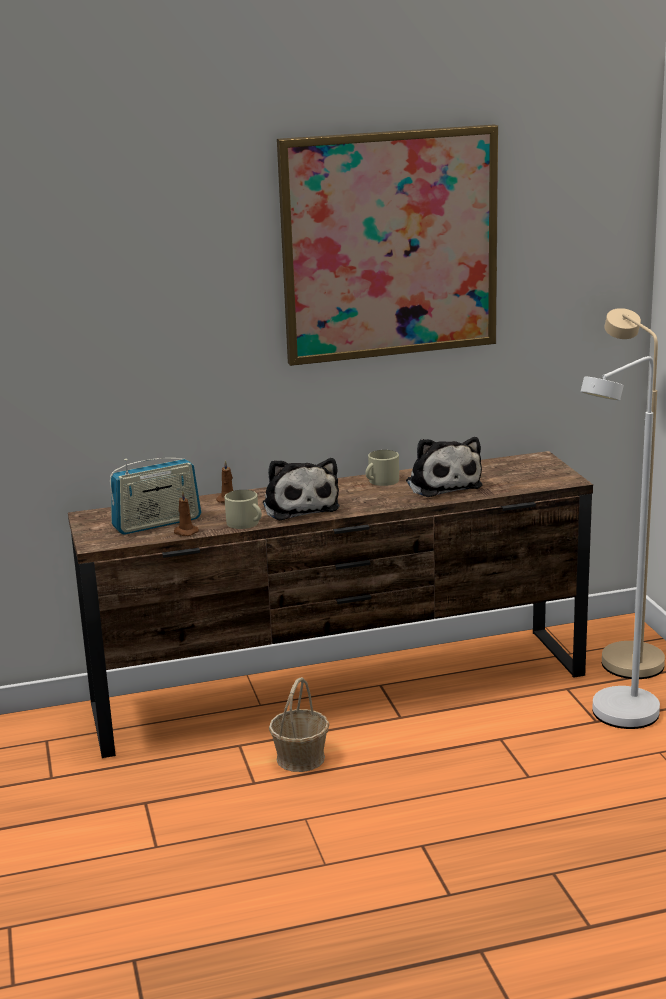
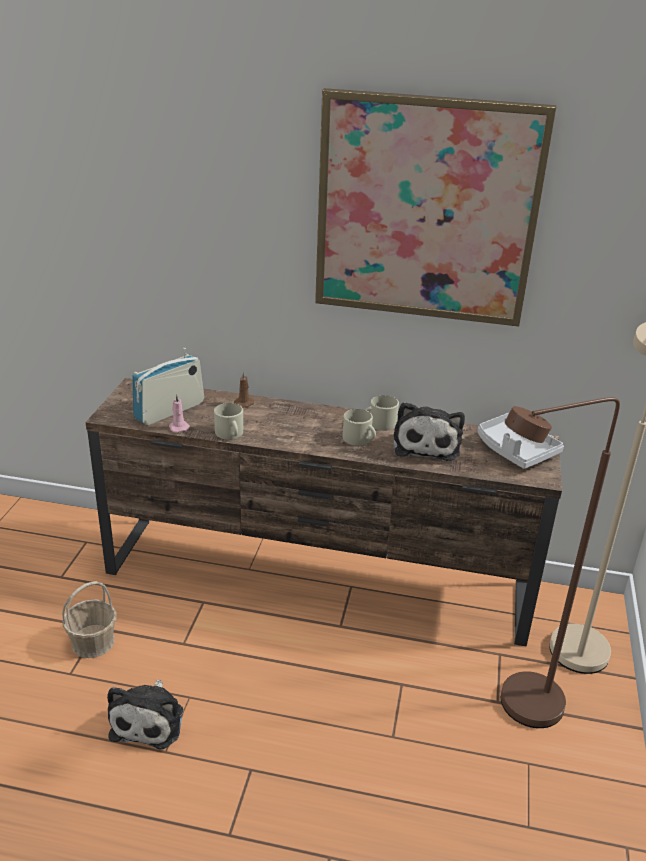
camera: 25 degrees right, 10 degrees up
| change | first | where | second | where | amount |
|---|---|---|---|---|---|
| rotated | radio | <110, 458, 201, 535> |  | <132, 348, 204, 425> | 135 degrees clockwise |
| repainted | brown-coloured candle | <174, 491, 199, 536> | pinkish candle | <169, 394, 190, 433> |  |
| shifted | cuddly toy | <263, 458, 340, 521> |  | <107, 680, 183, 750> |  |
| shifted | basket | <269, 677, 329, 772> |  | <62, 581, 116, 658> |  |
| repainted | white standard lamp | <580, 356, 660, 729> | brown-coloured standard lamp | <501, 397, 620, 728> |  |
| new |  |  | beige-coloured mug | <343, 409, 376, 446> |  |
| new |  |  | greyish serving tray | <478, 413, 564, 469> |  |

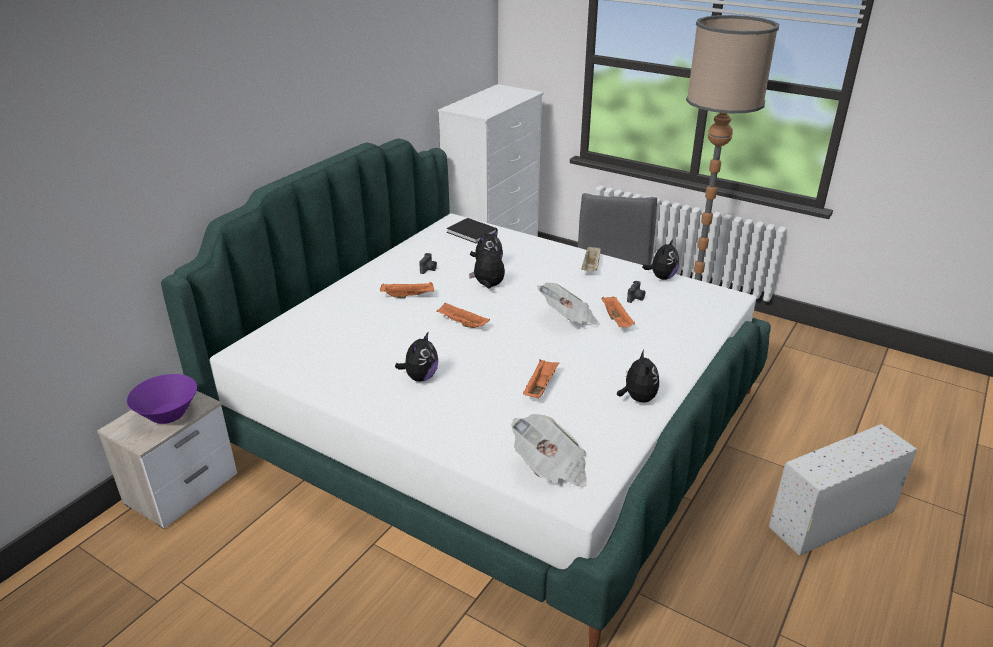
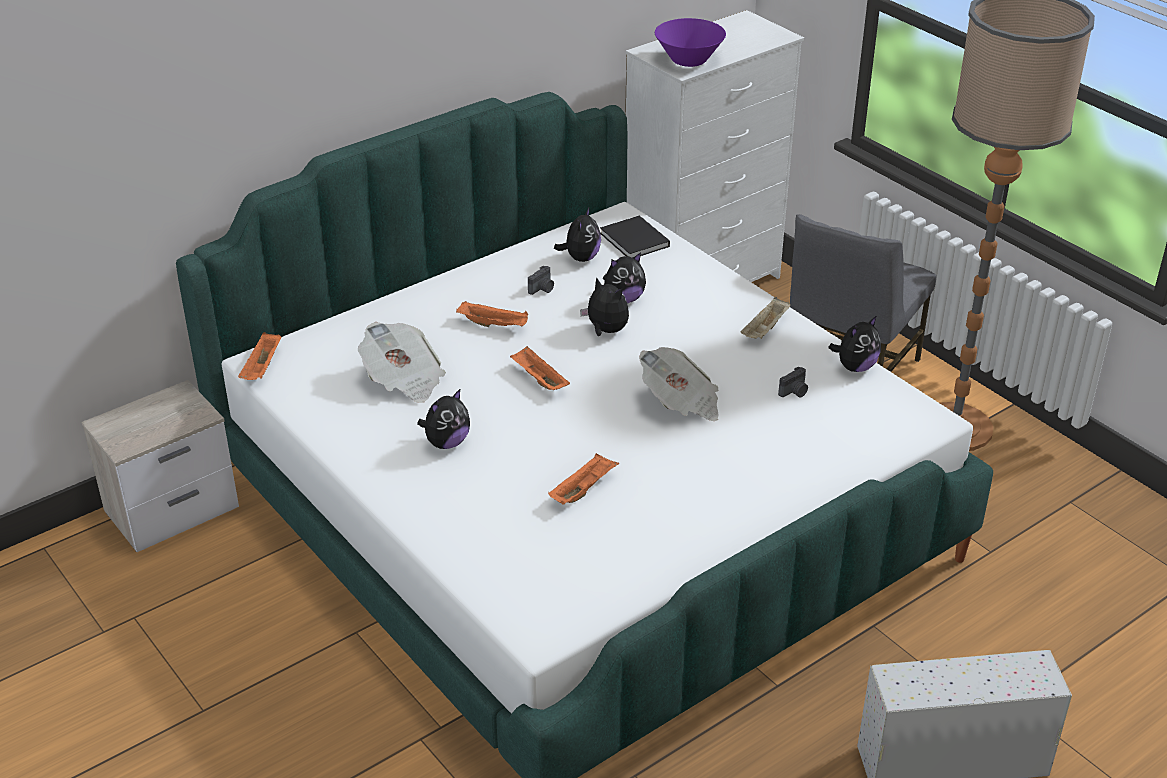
camera: 20 degrees right, 5 degrees up
| change | first | where | second | where | amount |
|---|---|---|---|---|---|
| shifted | purple-coloured bowl | <127, 374, 197, 424> |  | <655, 18, 726, 67> |  |
| shifted | printed paper | <511, 414, 587, 487> |  | <358, 322, 446, 403> |  |
| shifted | orangey serving tray | <602, 296, 635, 327> |  | <238, 332, 281, 380> |  |
| shifted | cuddly toy | <617, 350, 659, 403> |  | <554, 206, 601, 262> |  |

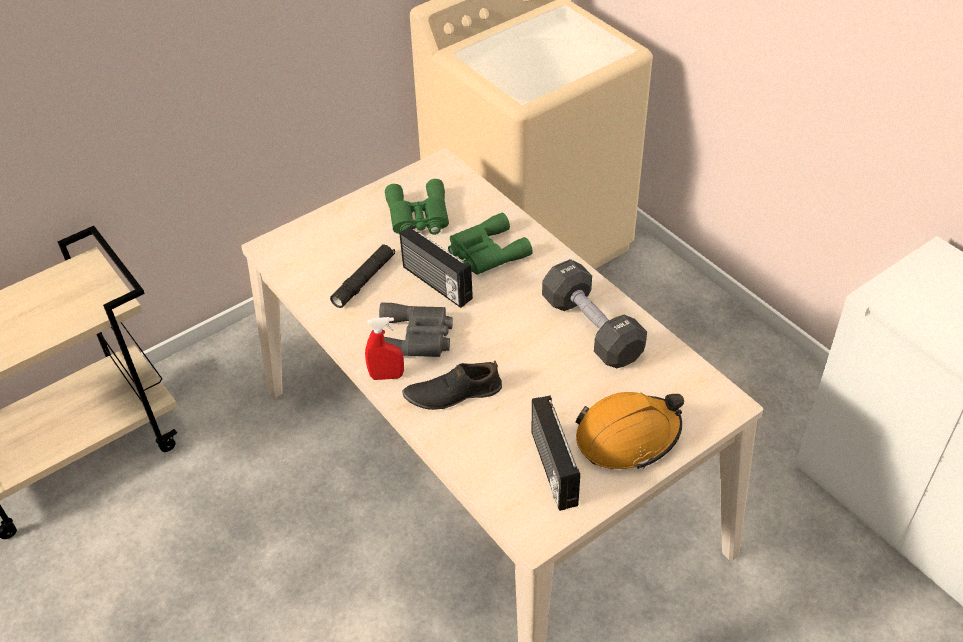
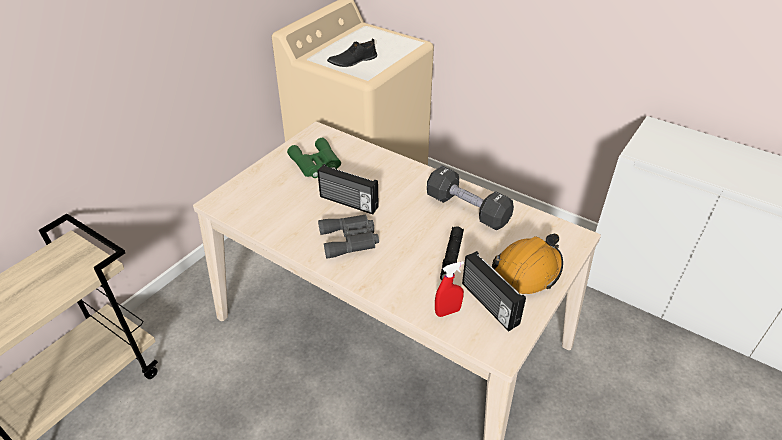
camera: 20 degrees left, 5 degrees down
| change | first | where | second | where | amount |
|---|---|---|---|---|---|
| shifted | black hand torch | <330, 244, 395, 308> |  | <440, 227, 464, 280> |  |
| shifted | red-coloured hand sprayer | <365, 317, 404, 380> |  | <435, 261, 464, 317> |  |
| shifted | black item of footwear | <402, 361, 502, 410> |  | <327, 38, 377, 67> |  |
| gone | green pair of binoculars | <448, 213, 533, 275> |  |  |  |

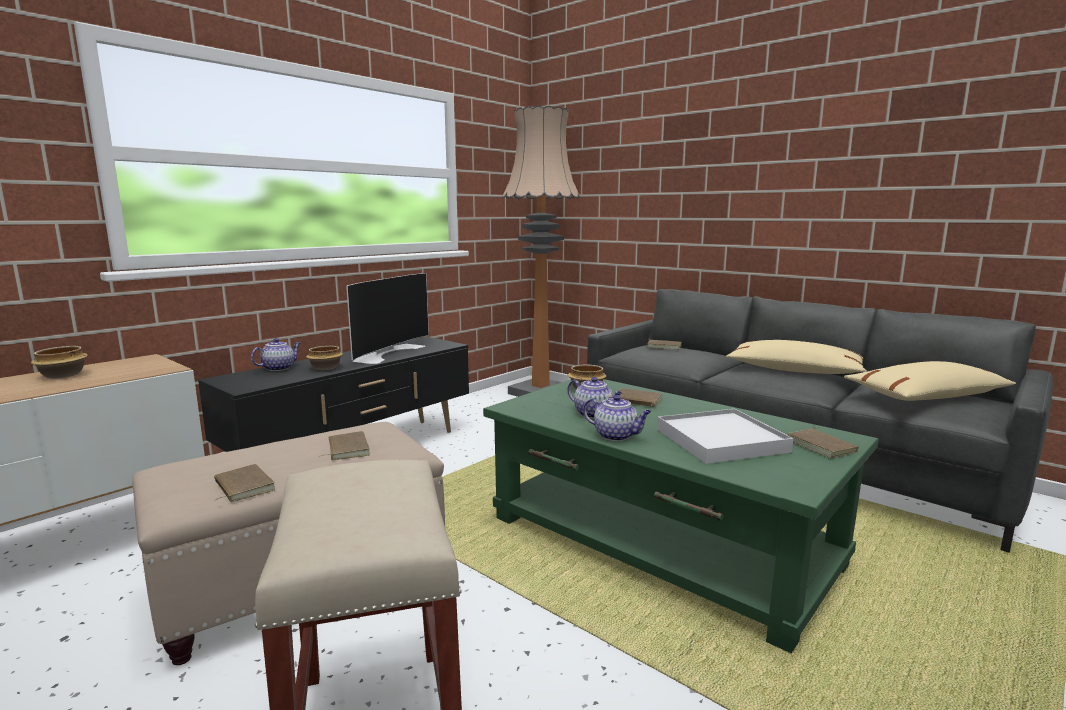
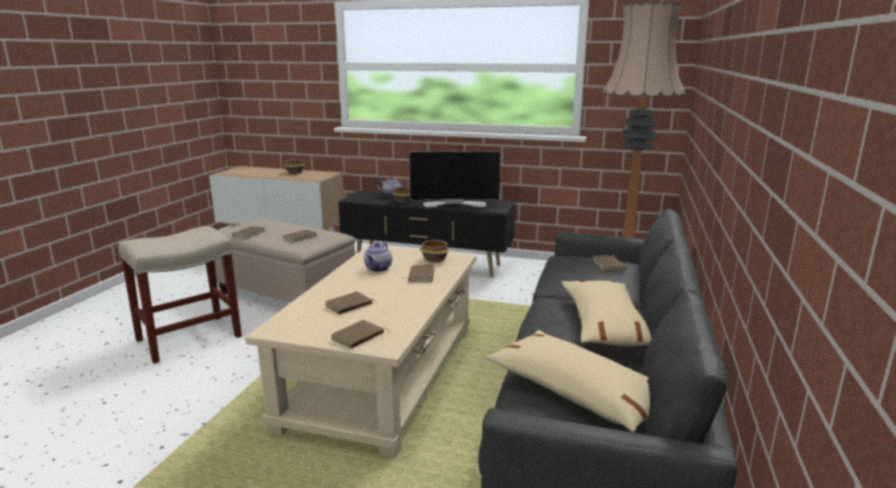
camera: 65 degrees right, 5 degrees up
| change | first | where | second | where | amount |
|---|---|---|---|---|---|
| repainted | green lounge table | <483, 379, 879, 653> | beige-coloured lounge table | <245, 245, 476, 458> |  |
| gone | pot for tea | <583, 395, 651, 441> |  |  |  |
| swapped | white serving tray | <657, 409, 793, 464> | brown-coloured volume | <325, 291, 377, 314> |  |

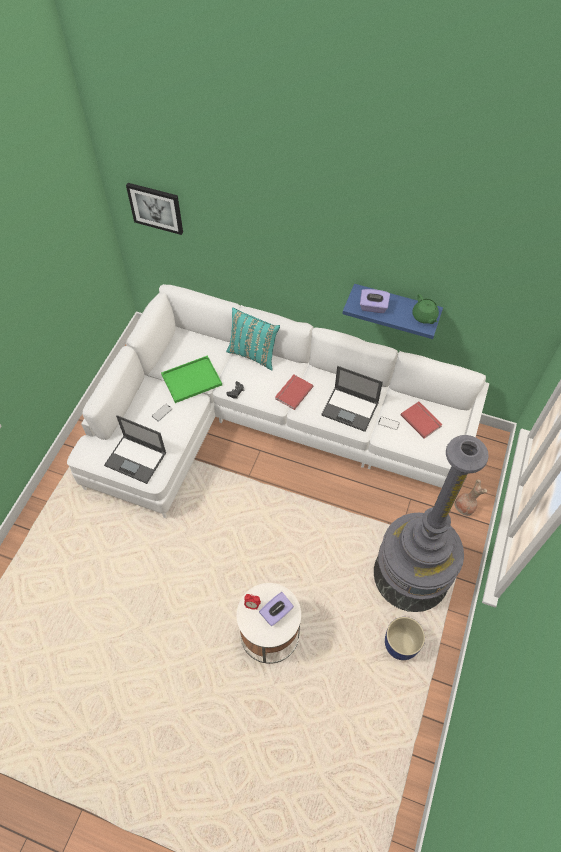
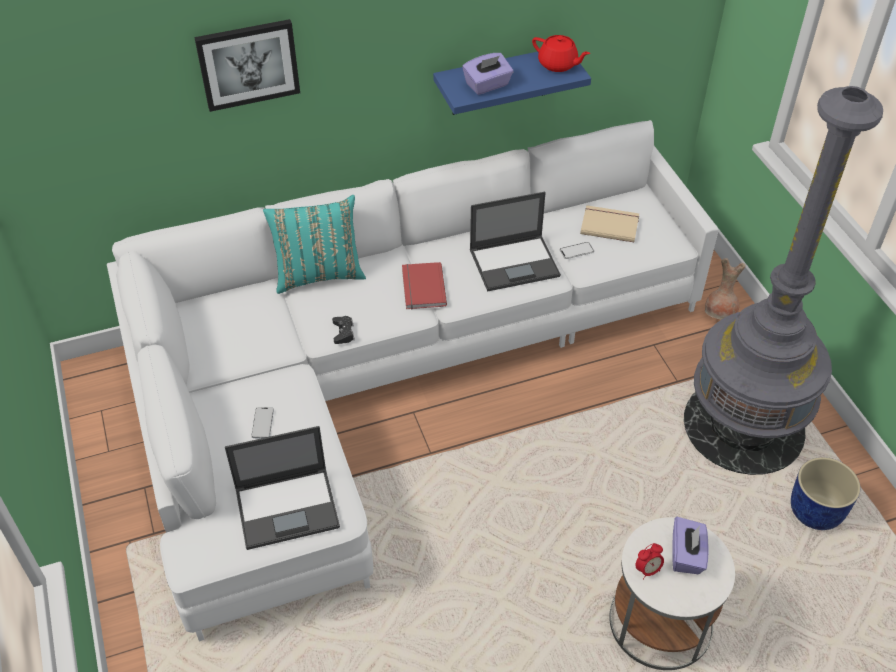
camera: 40 degrees left, 10 degrees down
| change | first | where | second | where | amount |
|---|---|---|---|---|---|
| shifted | wall art | <126, 183, 183, 235> |  | <194, 19, 300, 112> |  |
| gone | green serving tray | <161, 355, 222, 403> |  |  |  |
| repainted | red-coloured volume | <400, 402, 443, 439> | beige-coloured volume | <580, 205, 639, 242> |  |
| repainted | green pot for tea | <412, 294, 439, 324> | red-coloured pot for tea | <532, 35, 590, 72> |  |

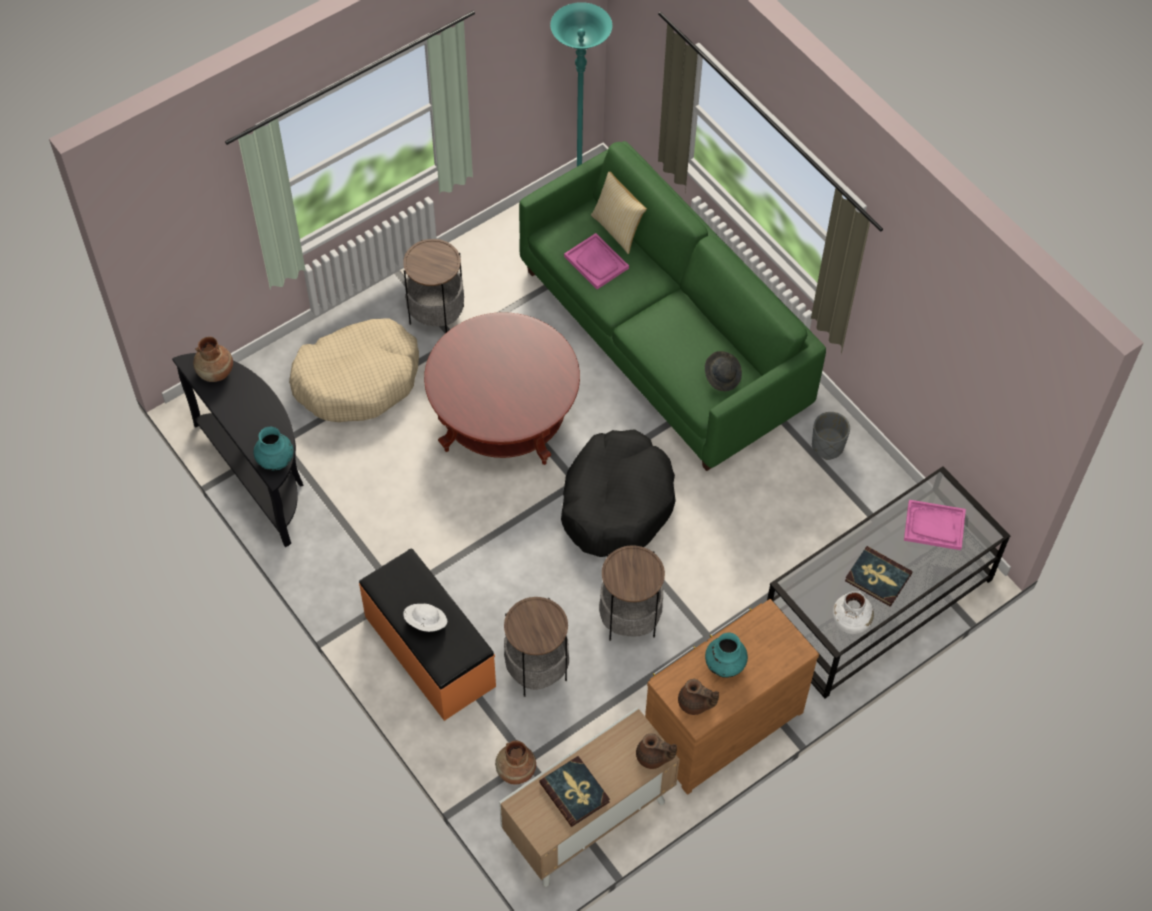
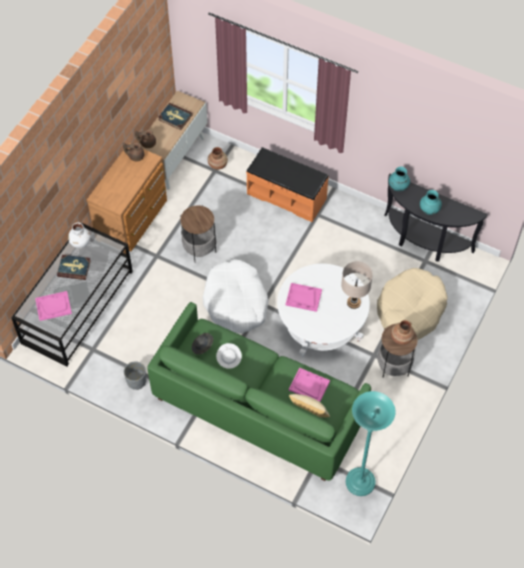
camera: 155 degrees right, 0 degrees up
| change | first | where | second | where | amount |
|---|---|---|---|---|---|
| shifted | brown-coloured vase | <193, 337, 233, 382> |  | <391, 320, 414, 345> |  |
| shifted | white clothing hat | <403, 604, 447, 632> |  | <216, 343, 242, 369> |  |
| repainted | red-coloured lounge table | <424, 312, 580, 465> | white lounge table | <277, 264, 370, 358> |  |
| gone | end table | <504, 597, 569, 697> |  |  |  |
| repainted | black dog bed | <561, 429, 676, 557> | white dog bed | <203, 259, 269, 334> |  |
| shifted | turquoise vase | <705, 633, 748, 678> |  | <420, 190, 442, 215> |  |
| new |  |  | pinkish serving tray | <286, 283, 322, 312> |  |
| new |  |  | beige-coloured table lamp | <341, 261, 373, 309> |  |

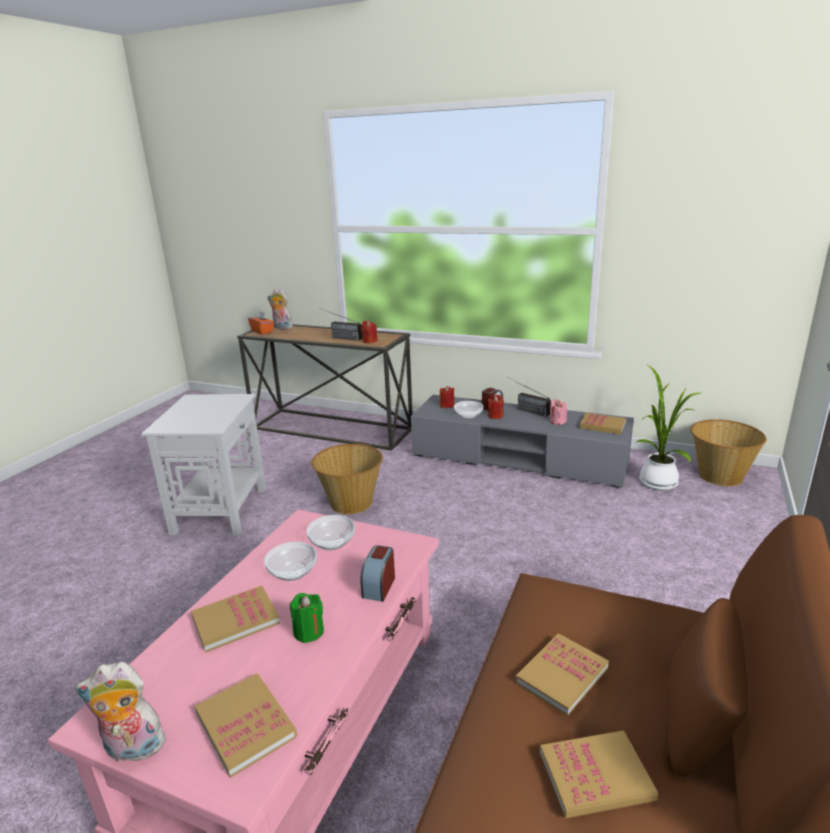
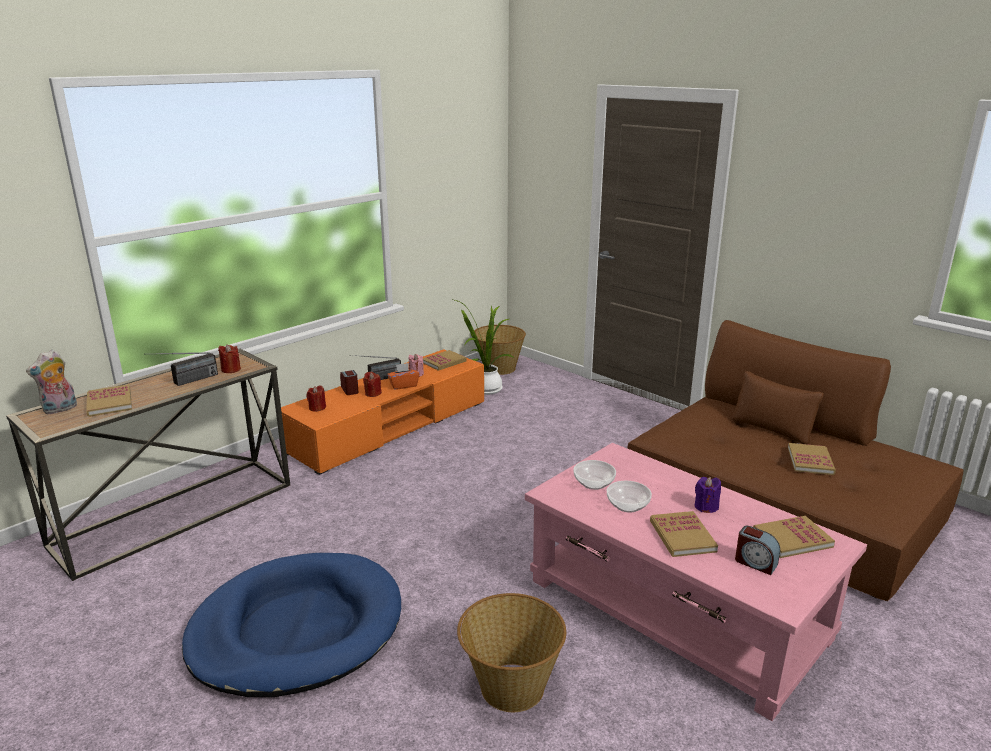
camera: 70 degrees left, 0 degrees up
| change | first | where | second | where | amount |
|---|---|---|---|---|---|
| gone | cuddly toy | <75, 662, 168, 766> |  |  |  |
| swapped | white end table | <141, 394, 266, 536> | bluish dog bed | <182, 553, 401, 697> |  |
| shifted | orangey box of tissues | <248, 311, 274, 334> |  | <387, 363, 419, 390> |  |
| repainted | green candle | <290, 593, 324, 643> | purple-coloured candle | <695, 477, 721, 513> |  |
| shifted | basket | <311, 444, 383, 514> |  | <457, 593, 566, 712> |  |
| shifted | alarm clock | <360, 545, 395, 602> |  | <735, 526, 780, 575> |  |
| repainted | greyish media console | <411, 395, 634, 488> | orangey media console | <281, 349, 484, 475> |  |
| gone | bowl | <454, 401, 483, 419> |  |  |  |
| shifted | volume | <515, 634, 609, 716> |  | <86, 384, 132, 417> |  |

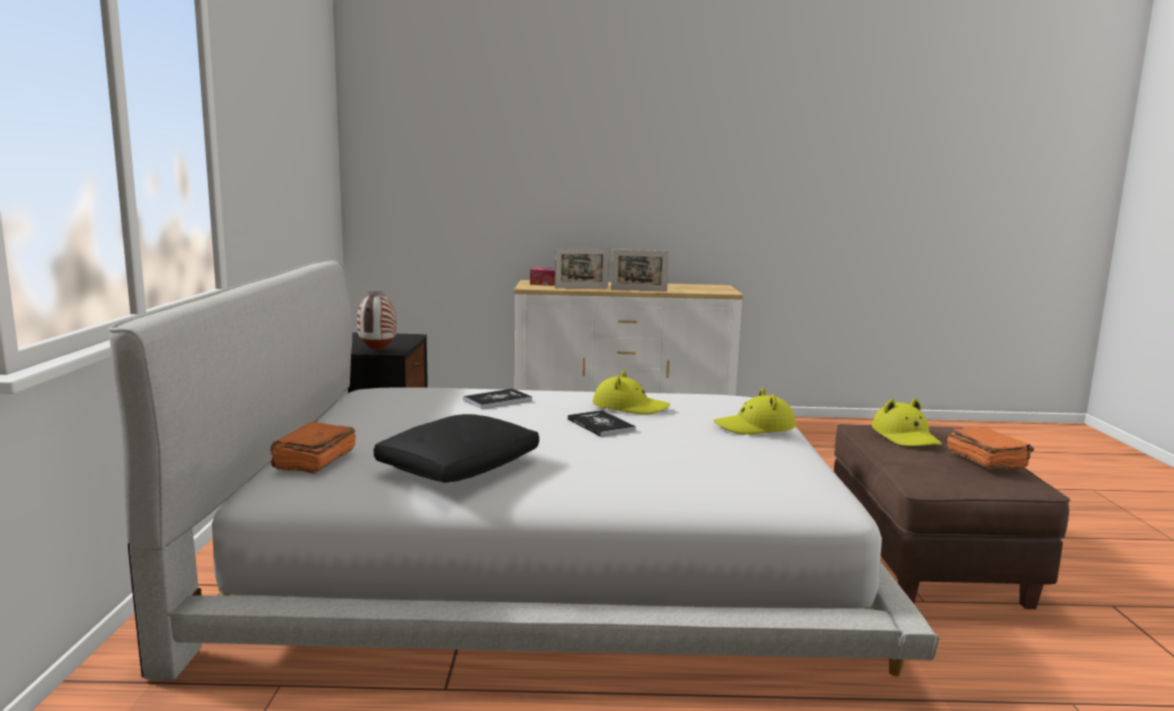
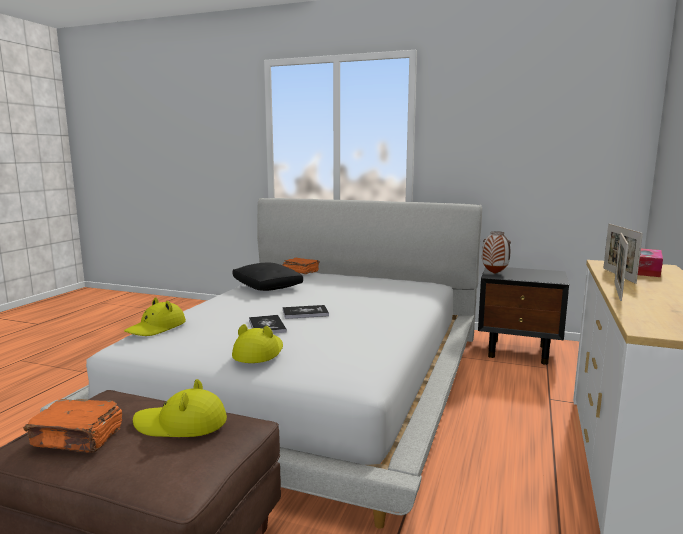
camera: 110 degrees right, 0 degrees up
| change | first | where | second | where | amount |
|---|---|---|---|---|---|
| shifted | volume | <463, 389, 532, 409> |  | <249, 315, 287, 334> |  |
| shifted | yellow clothing hat | <593, 370, 670, 415> |  | <124, 297, 186, 336> |  |

